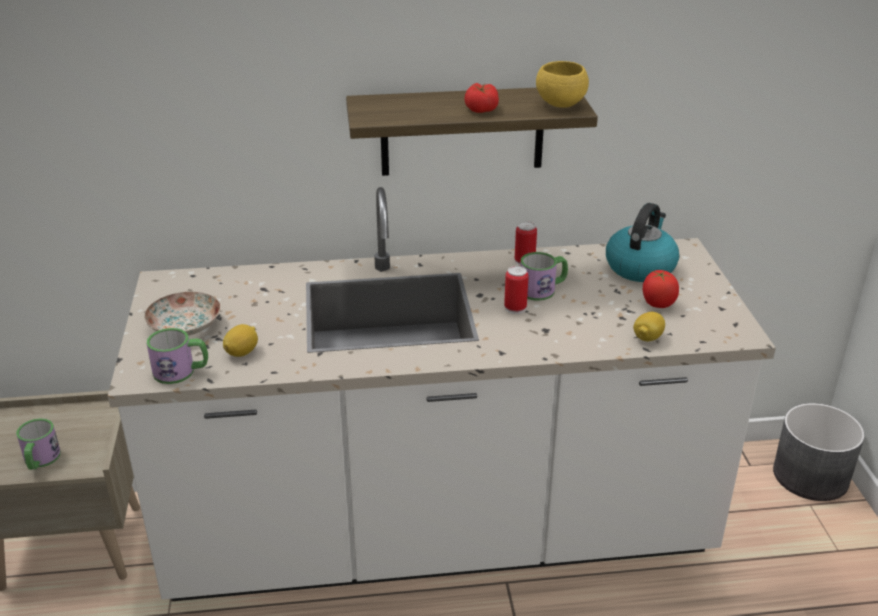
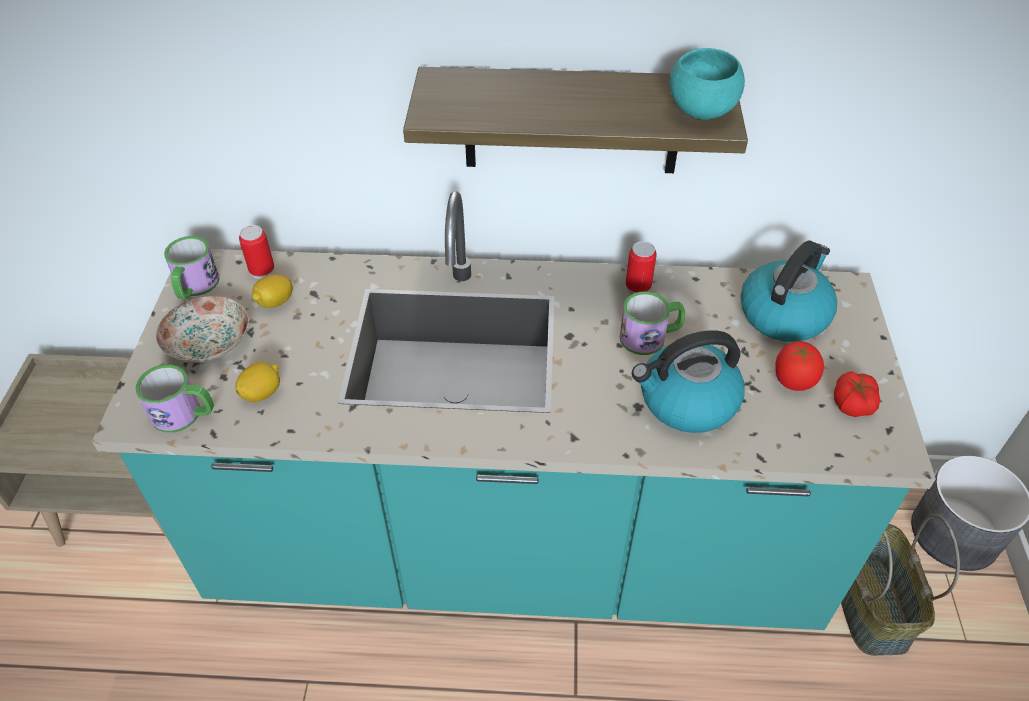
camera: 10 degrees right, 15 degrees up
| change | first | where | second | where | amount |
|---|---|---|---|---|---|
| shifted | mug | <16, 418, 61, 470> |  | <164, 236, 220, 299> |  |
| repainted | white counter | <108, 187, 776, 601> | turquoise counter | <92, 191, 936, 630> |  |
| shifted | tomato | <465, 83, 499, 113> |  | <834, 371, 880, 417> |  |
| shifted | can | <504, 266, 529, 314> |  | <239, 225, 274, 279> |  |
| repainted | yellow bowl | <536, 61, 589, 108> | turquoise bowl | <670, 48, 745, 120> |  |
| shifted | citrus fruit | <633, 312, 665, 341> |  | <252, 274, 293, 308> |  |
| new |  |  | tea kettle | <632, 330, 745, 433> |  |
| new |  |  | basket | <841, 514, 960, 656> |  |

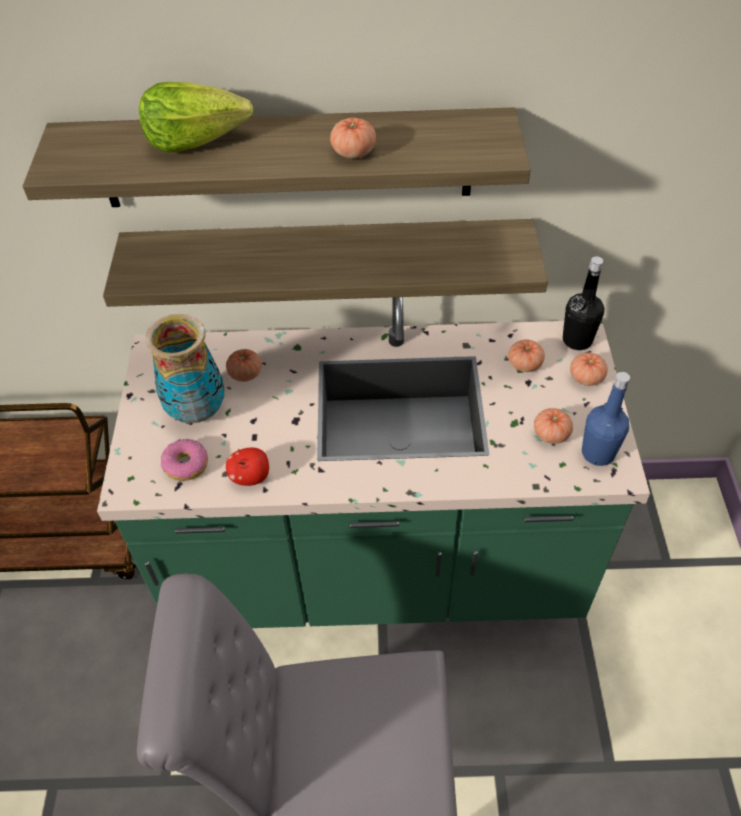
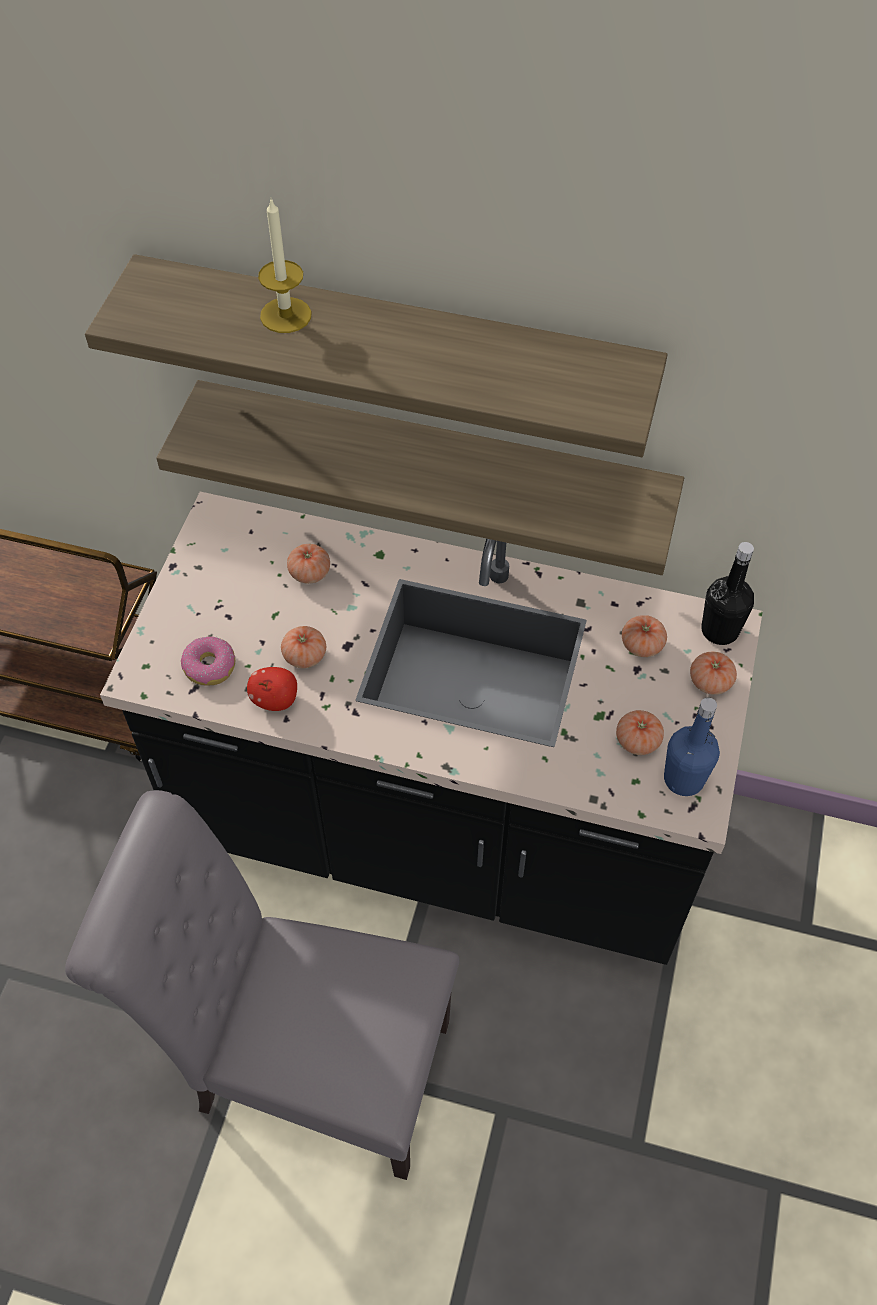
camera: 15 degrees right, 5 degrees up
| change | first | where | second | where | amount |
|---|---|---|---|---|---|
| repainted | green counter | <97, 297, 650, 628> | black counter | <100, 492, 763, 965> |  |
| swapped | lettuce head | <139, 82, 253, 153> | candle | <258, 199, 312, 333> |  |
| gone | vase | <145, 314, 224, 424> |  |  |  |
| shifted | tomato | <330, 118, 376, 158> |  | <281, 626, 326, 668> |  |

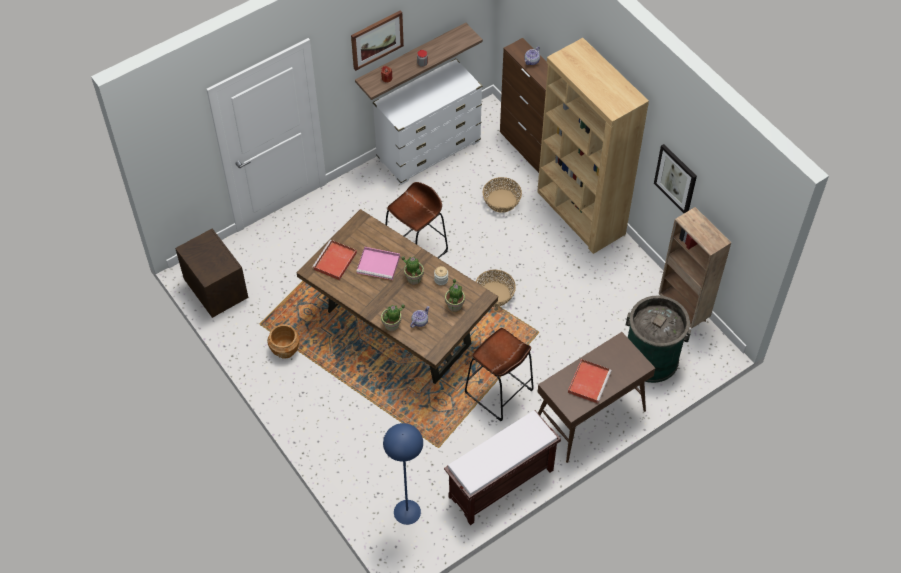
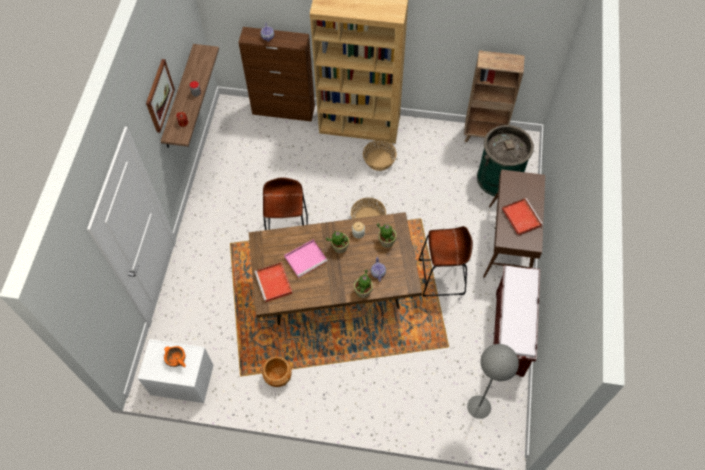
camera: 45 degrees left, 5 degrees up
| change | first | where | second | where | amount |
|---|---|---|---|---|---|
| repainted | brown-coloured bedside table | <175, 228, 248, 318> | white bedside table | <138, 339, 213, 403> |  |
| gone | white drawer chest | <373, 59, 482, 185> |  |  |  |
| repainted | bluish standard lamp | <383, 423, 423, 525> | greyish standard lamp | <467, 344, 519, 419> |  |
| shifted | basket | <483, 177, 522, 213> |  | <363, 140, 397, 171> |  |
| gone | wall art | <654, 144, 697, 213> |  |  |  |
| new |  |  | orangey bowl | <164, 346, 186, 367> |  |

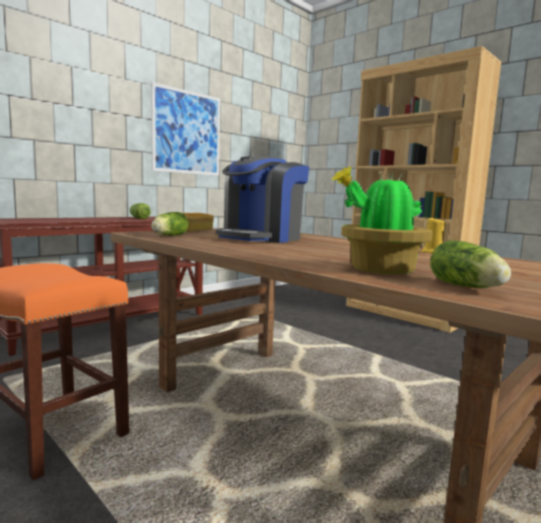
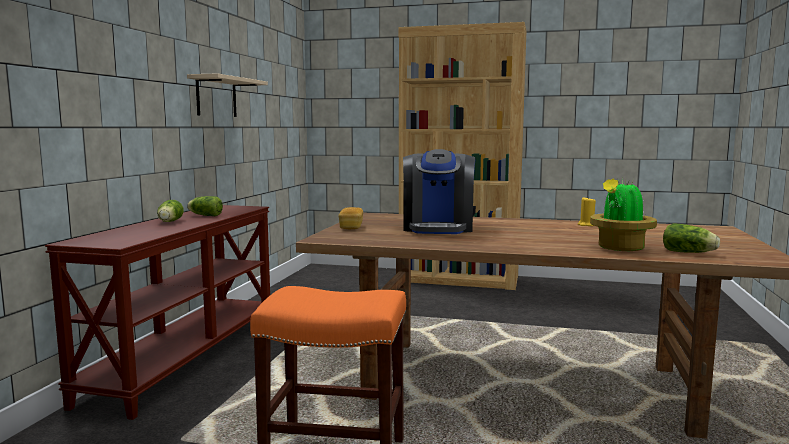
camera: 30 degrees left, 0 degrees up
| change | first | where | second | where | amount |
|---|---|---|---|---|---|
| swapped | wall art | <151, 82, 220, 176> | beige-coloured shelf | <187, 73, 268, 117> |  |
| shifted | lettuce head | <151, 212, 189, 236> |  | <157, 200, 184, 222> |  |

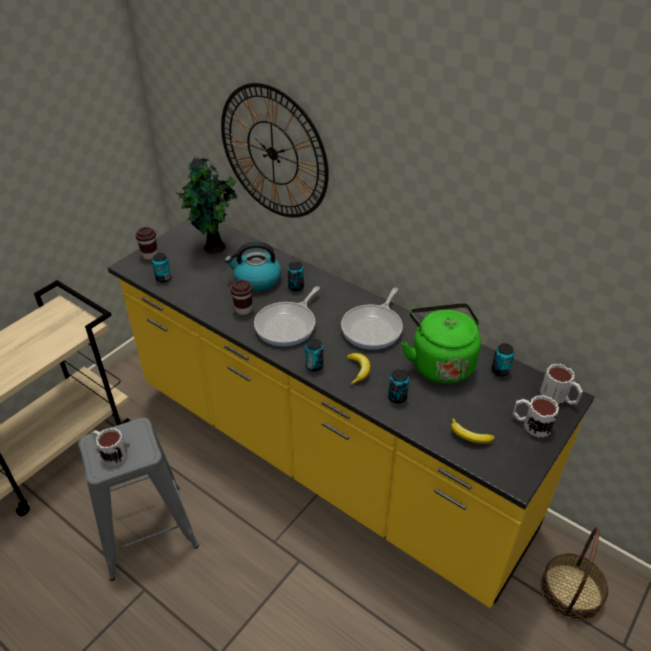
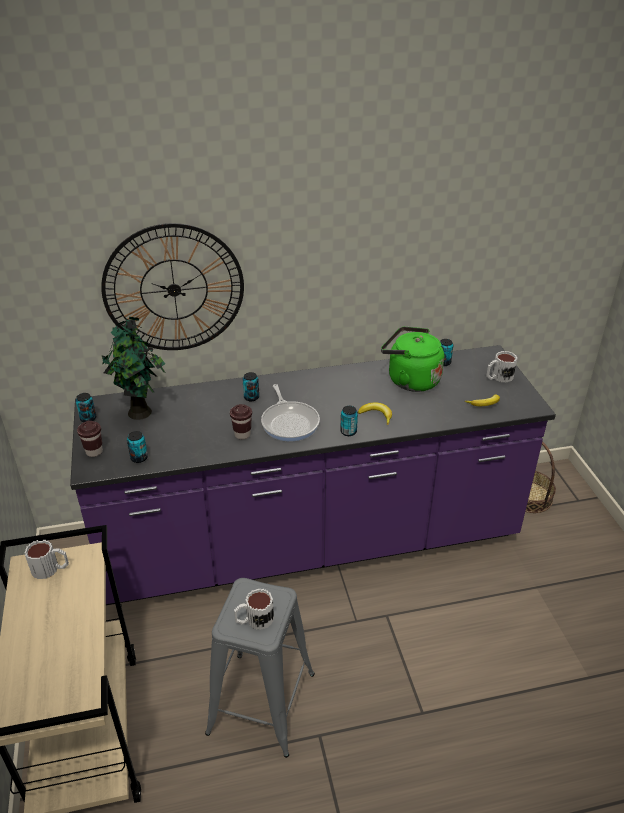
camera: 50 degrees left, 5 degrees down
| change | first | where | second | where | amount |
|---|---|---|---|---|---|
| repainted | yellow counter | <108, 220, 594, 608> | purple-coloured counter | <70, 345, 556, 605> |  |
| gone | tea kettle | <225, 242, 281, 291> |  |  |  |
| gone | pan | <341, 288, 403, 350> |  |  |  |
| shifted | can | <388, 369, 409, 403> |  | <76, 393, 96, 422> |  |
| shifted | mug | <540, 363, 583, 405> |  | <24, 540, 69, 579> |  |

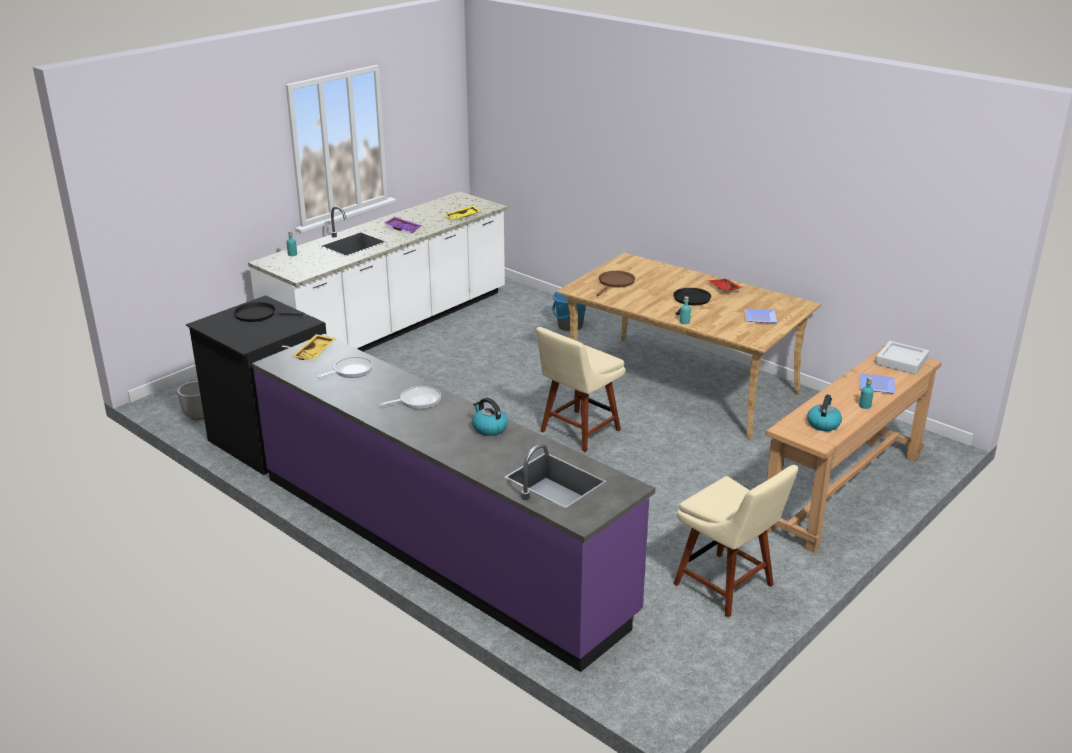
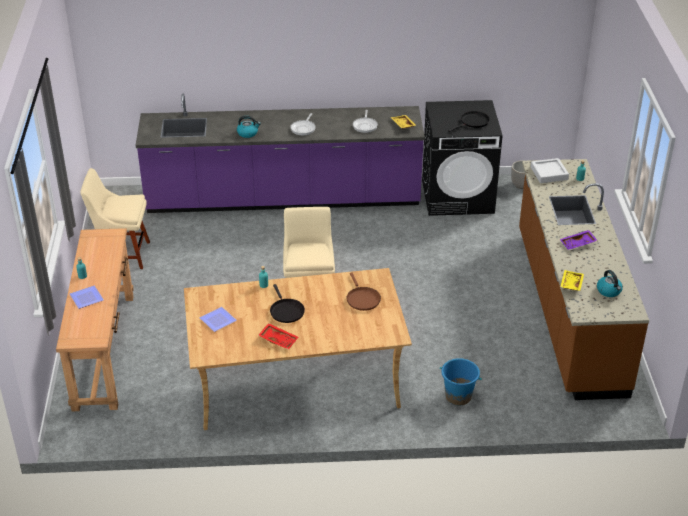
camera: 135 degrees right, 10 degrees up
| change | first | where | second | where | amount |
|---|---|---|---|---|---|
| repainted | white counter | <248, 191, 508, 352> | brown-coloured counter | <519, 159, 649, 400> |  |
| shifted | tea kettle | <807, 394, 842, 431> |  | <597, 270, 623, 297> |  |
| shifted | greyish serving tray | <875, 341, 929, 375> |  | <531, 158, 569, 183> |  |

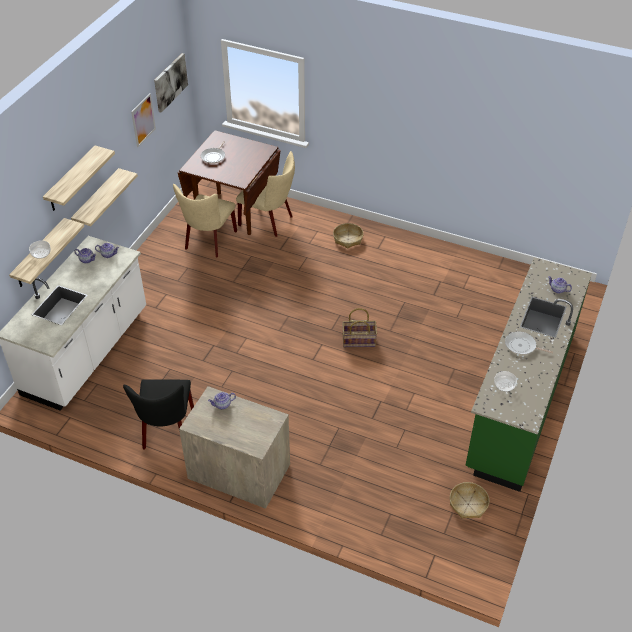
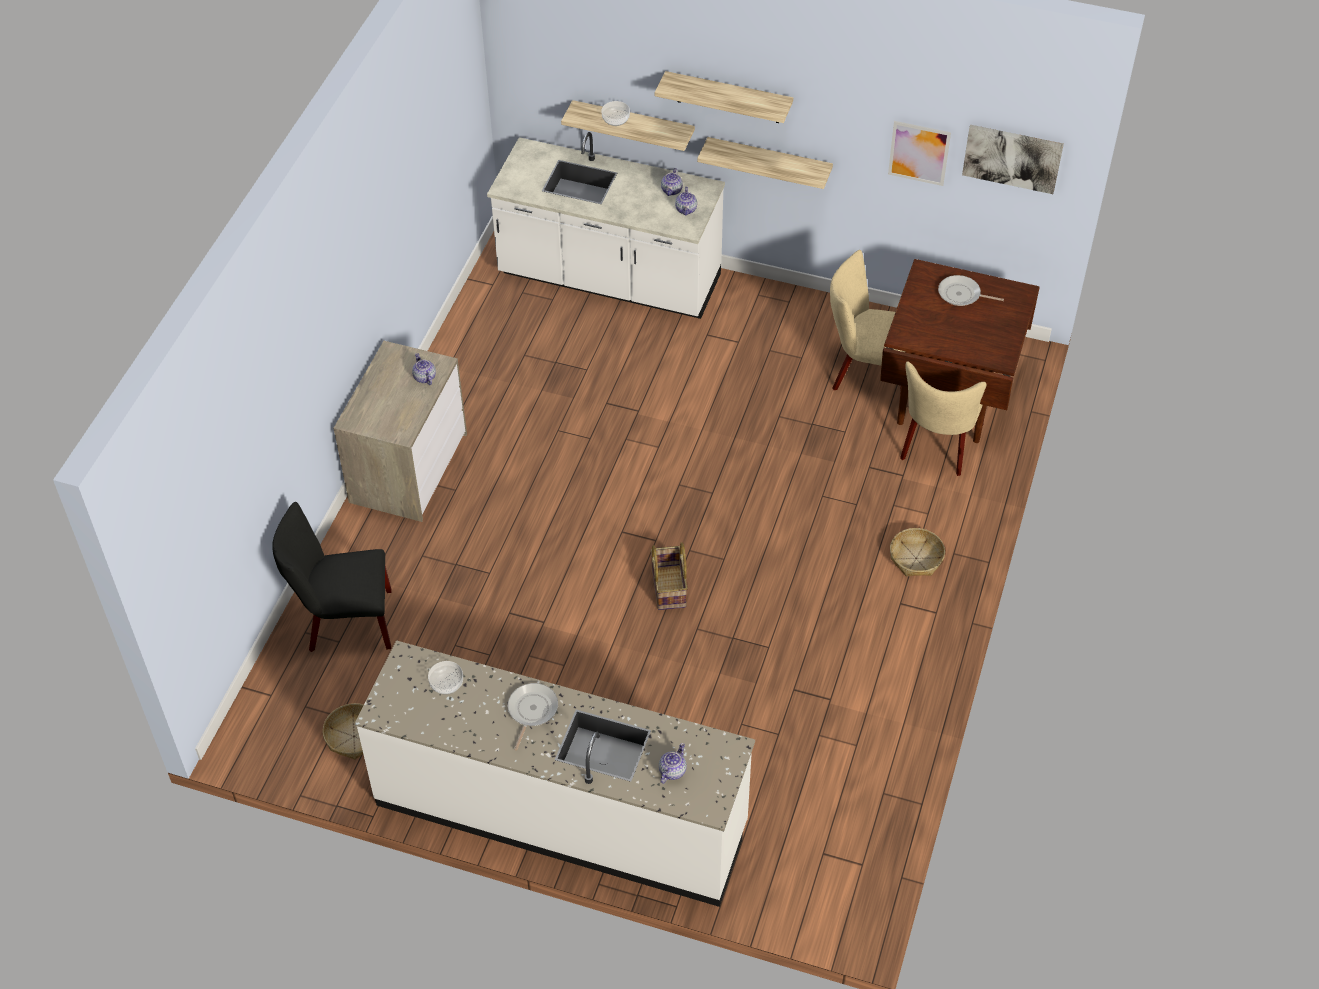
camera: 85 degrees right, 5 degrees up
| change | first | where | second | where | amount |
|---|---|---|---|---|---|
| shifted | black chair | <123, 379, 194, 450> |  | <272, 502, 392, 652> |  |
| repainted | green counter | <465, 257, 592, 492> | white counter | <355, 640, 755, 907> |  |

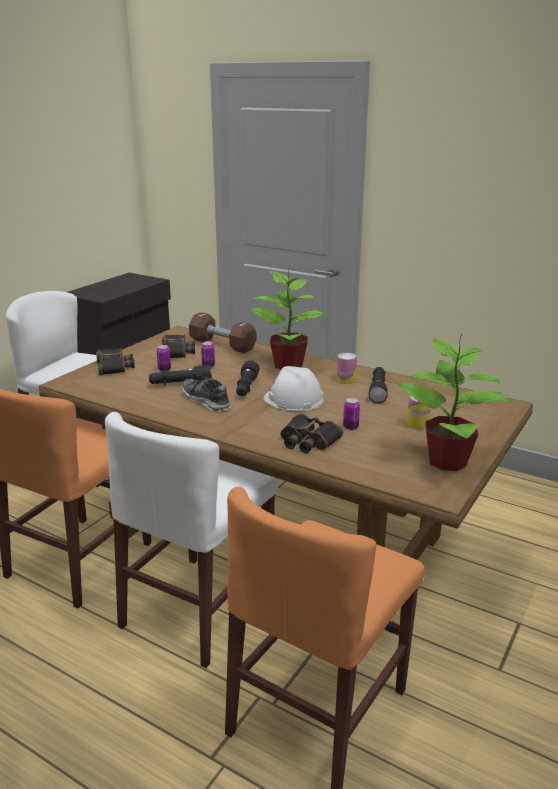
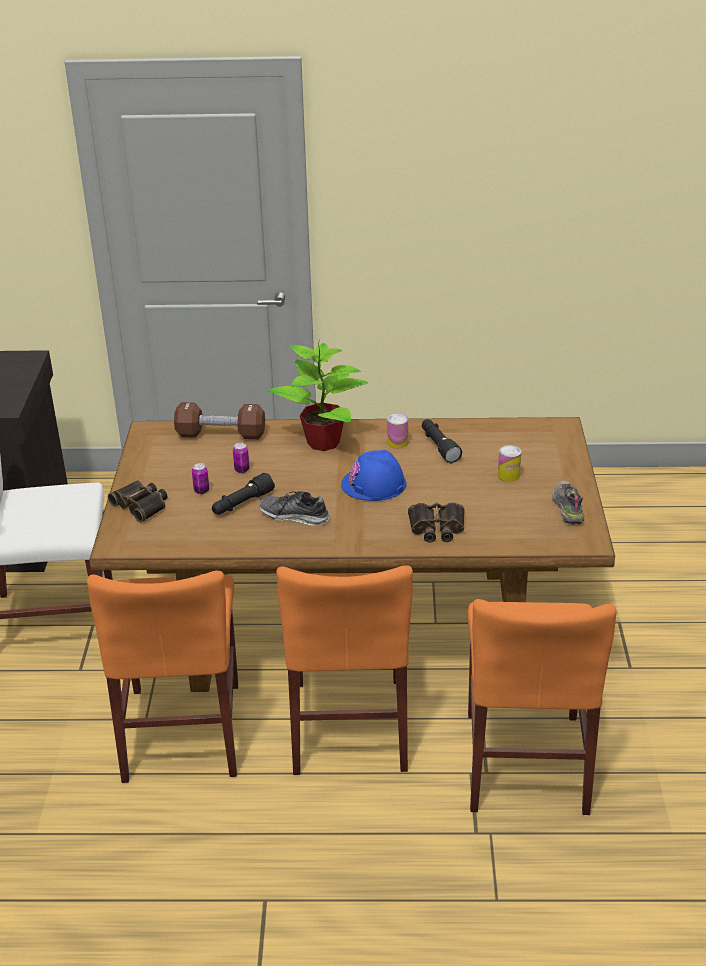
camera: 30 degrees left, 10 degrees up
| change | first | where | second | where | amount |
|---|---|---|---|---|---|
| repainted | white chair | <105, 412, 278, 668> | orangey chair | <276, 565, 413, 775> |  |
| gone | pair of binoculars | <162, 335, 195, 358> |  |  |  |
| gone | black hand torch | <236, 360, 259, 396> |  |  |  |
| repainted | white hard hat | <264, 366, 324, 411> | bluish hard hat | <341, 450, 407, 501> |  |
| gone | can | <343, 398, 360, 430> |  |  |  |
| swapped | plant in a pot | <397, 333, 511, 471> | item of footwear | <552, 481, 584, 524> |  |

